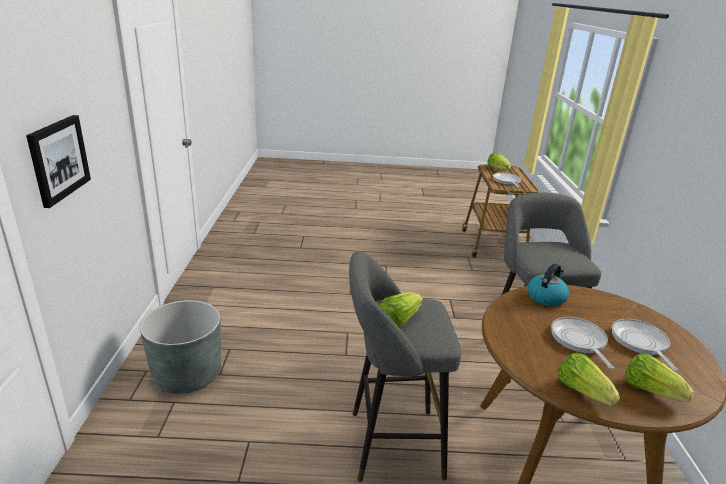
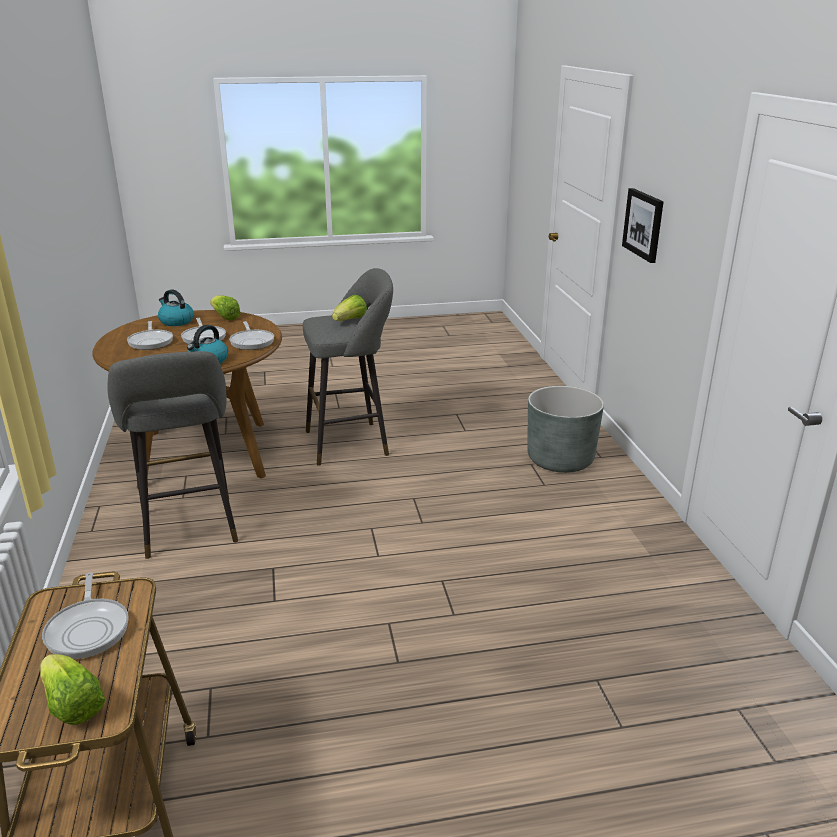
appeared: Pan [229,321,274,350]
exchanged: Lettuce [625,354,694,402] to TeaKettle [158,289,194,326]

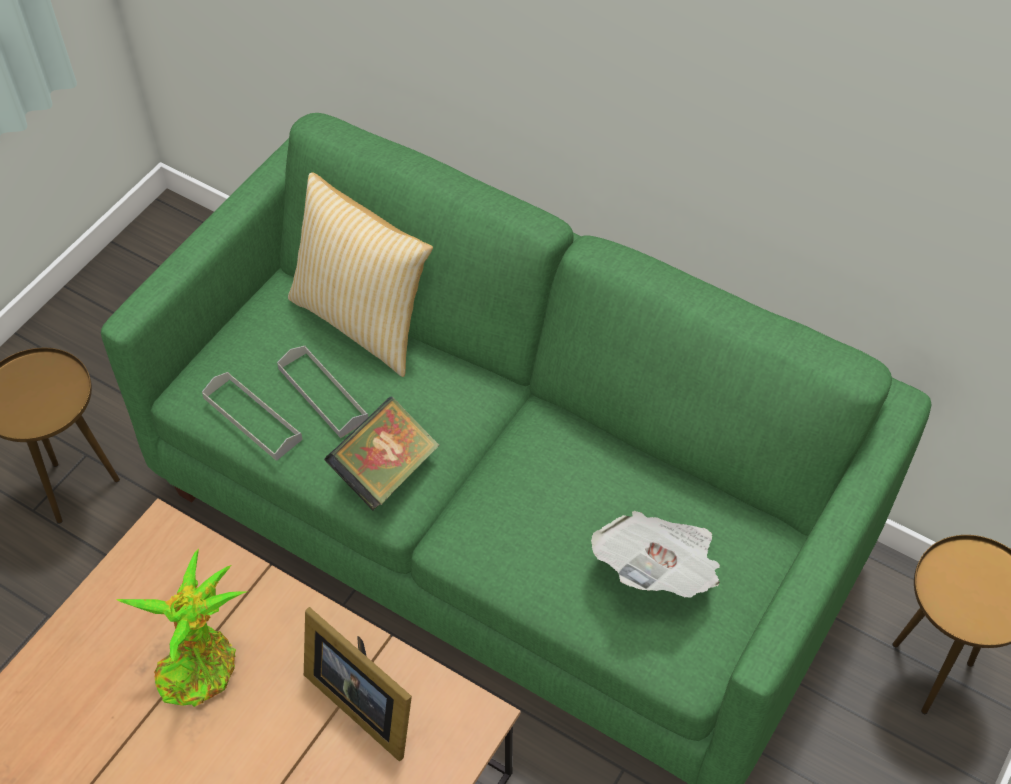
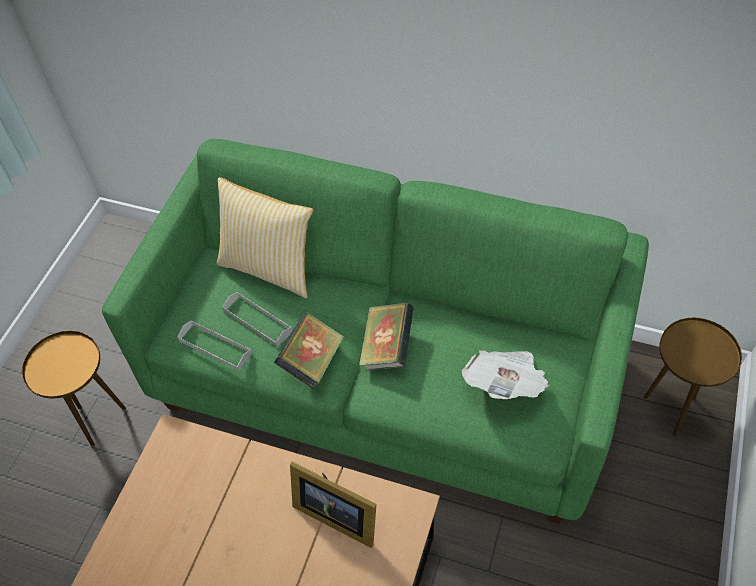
missing: PottedPlant [116,549,246,707]
appeared: BoundBook [359,302,414,371]

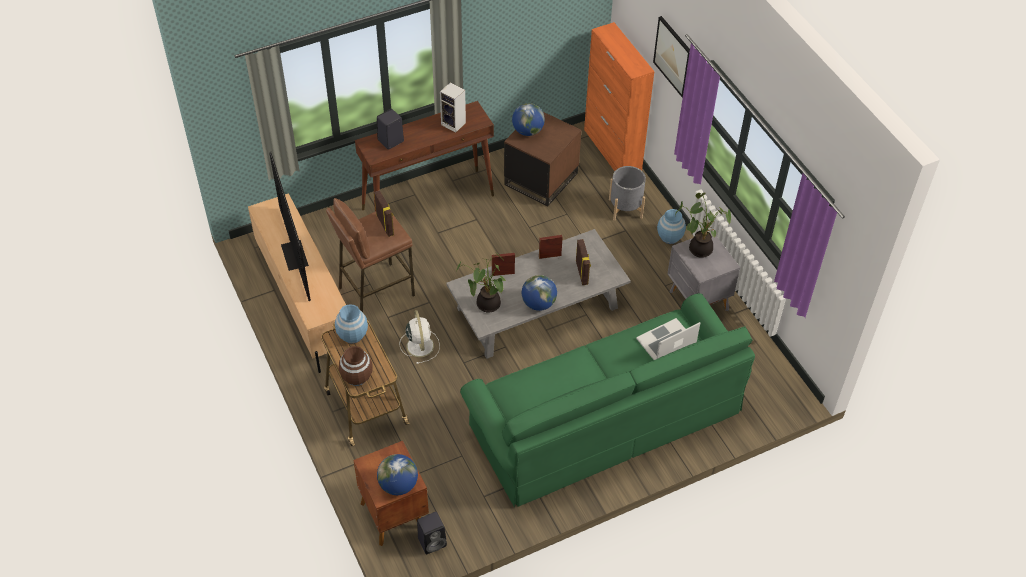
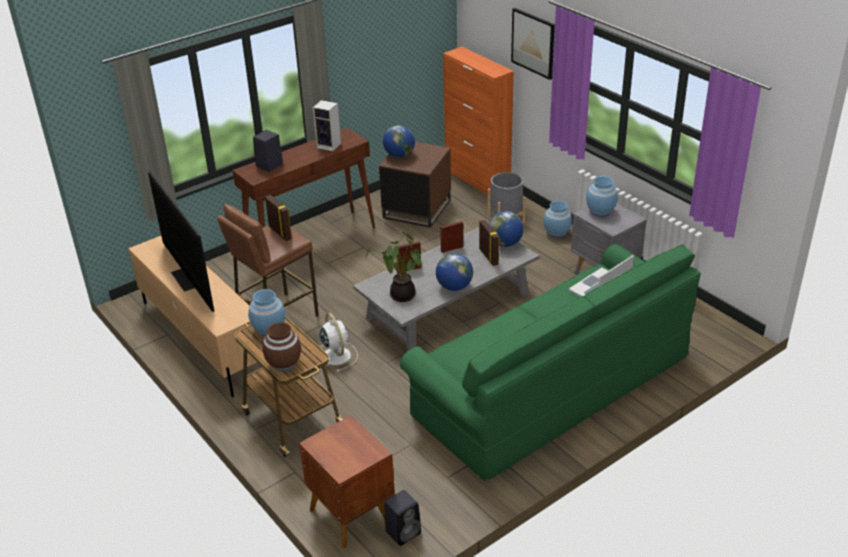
relocated: WorldGlobe [377,454,418,495] to [489,211,524,247]
exchanged: PottedPlant [675,193,731,258] to BluishVase [586,176,618,217]

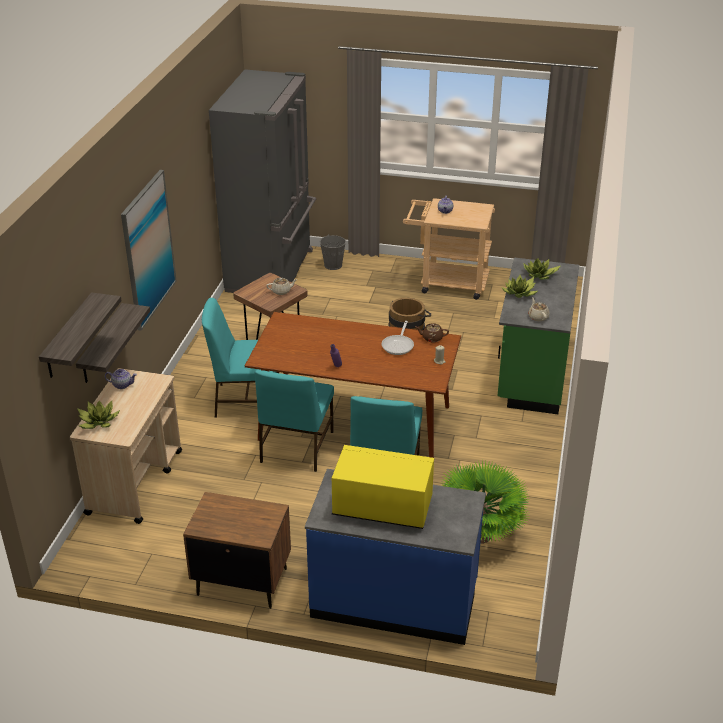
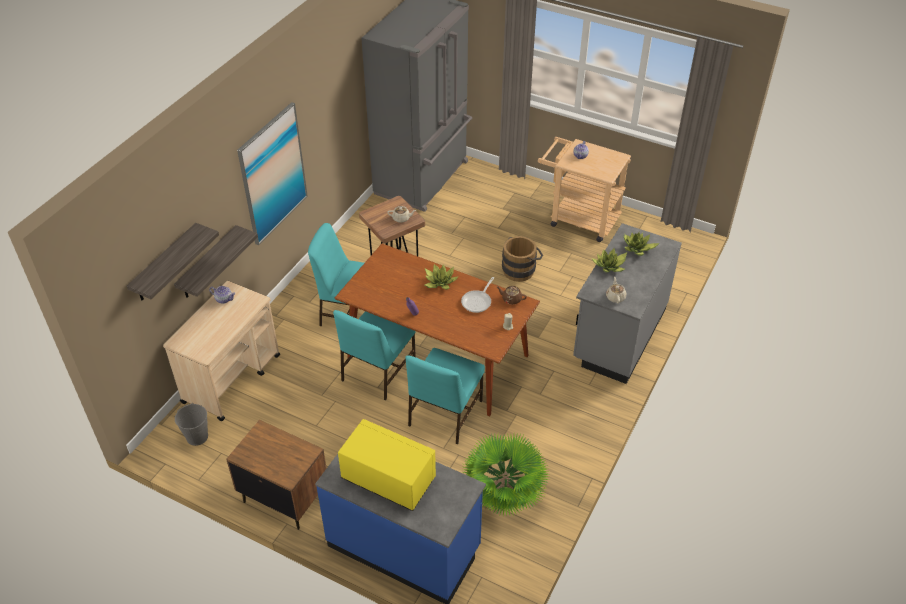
relocated: PottedPlant [77,400,120,429] to [425,264,459,290]; GreyishWaterBucket [320,234,346,270] to [174,403,208,446]
colour: GreenishKitchenCounter [497,258,579,414] to GreyishKitchenCounter [573,223,682,384]

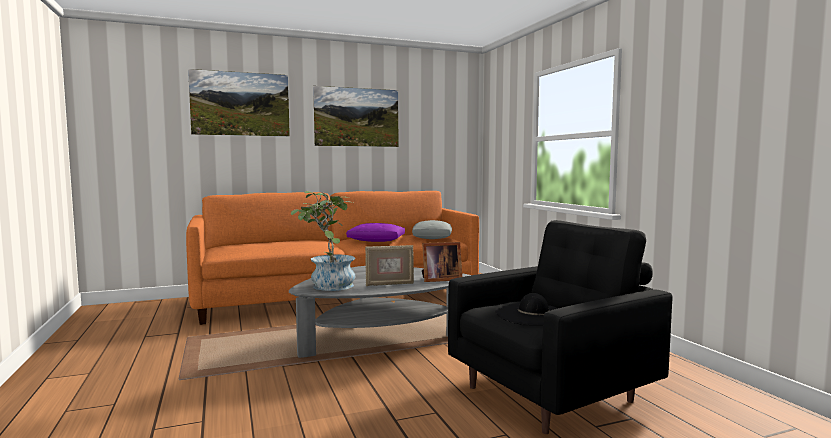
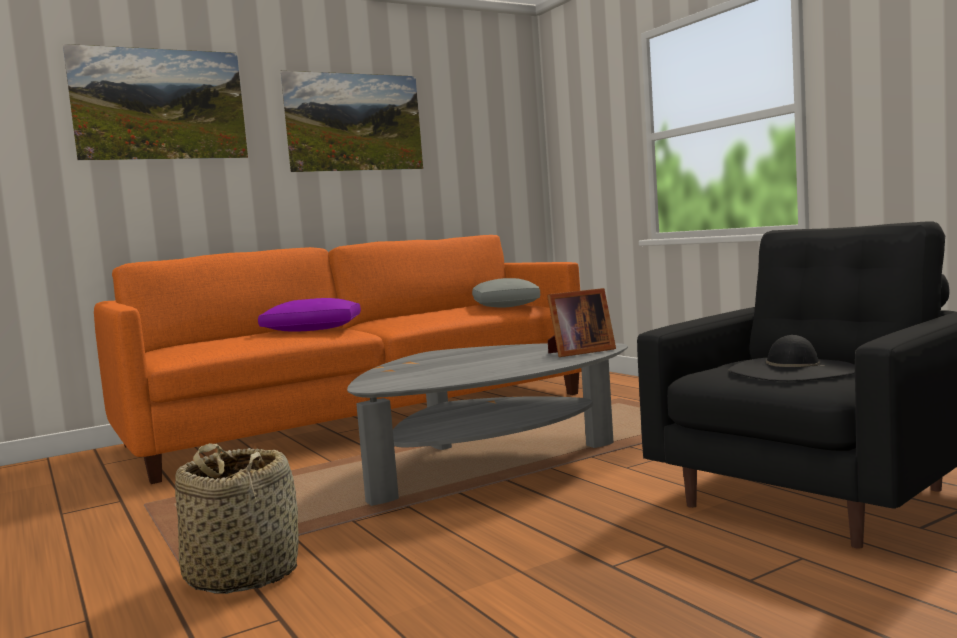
missing: PottedPlant [291,191,355,291]; PhotoFrame [365,245,414,286]
appeared: HouseholdBasket [175,443,299,594]
relocated: PurplishThrowPillow [346,223,405,242] to [258,298,361,332]

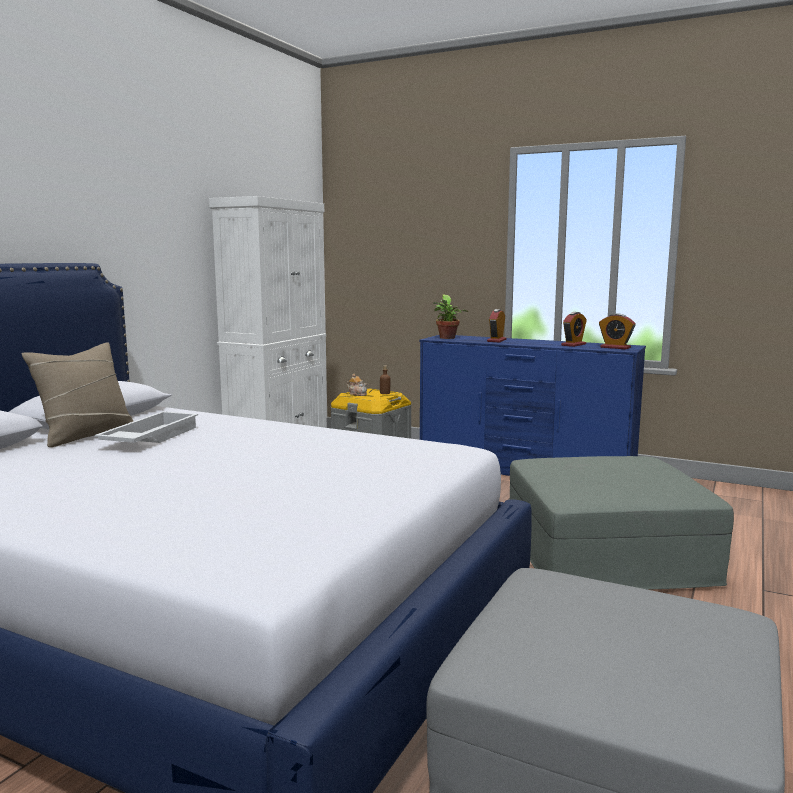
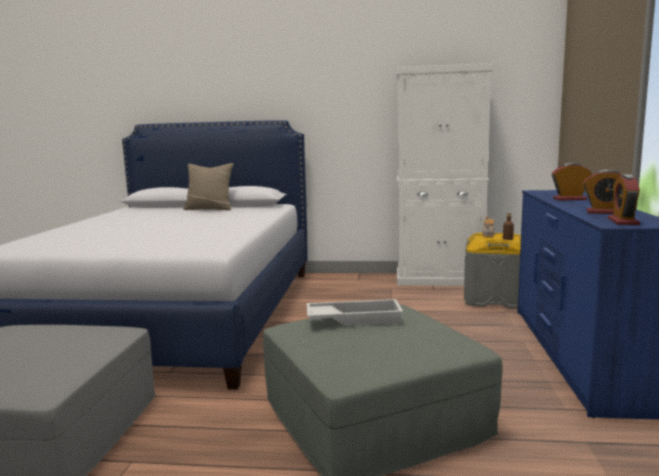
missing: PottedPlant [433,295,468,339]
relocated: WhiteTray [94,411,198,443] to [307,299,403,326]

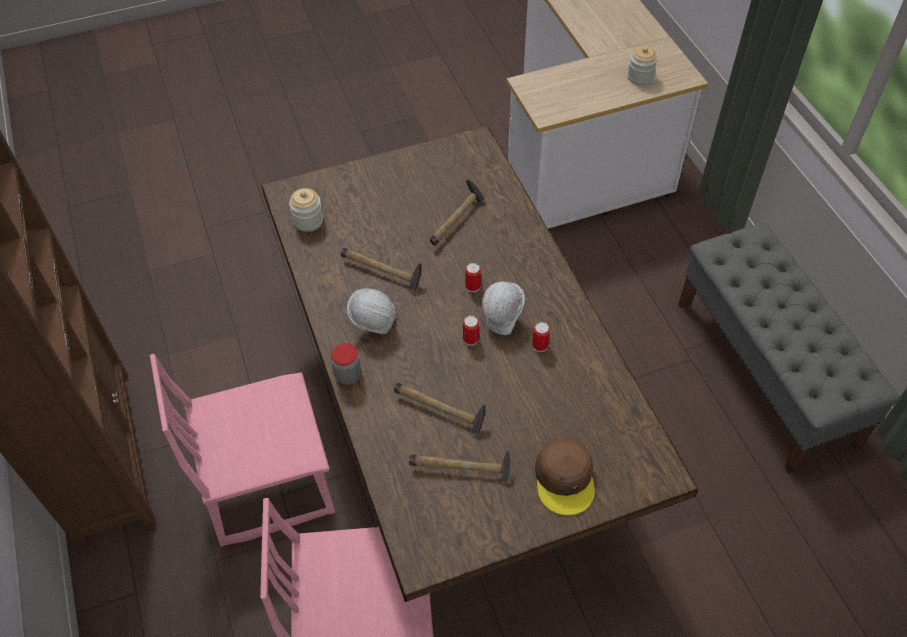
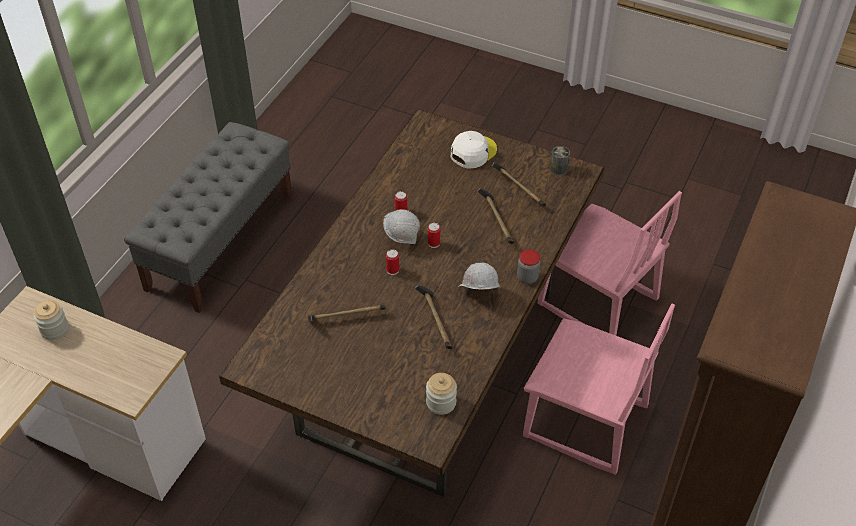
appeared: Can [550,146,570,175]
colour: BrownishCap [535,439,595,516] to WhiteCap [451,131,497,169]

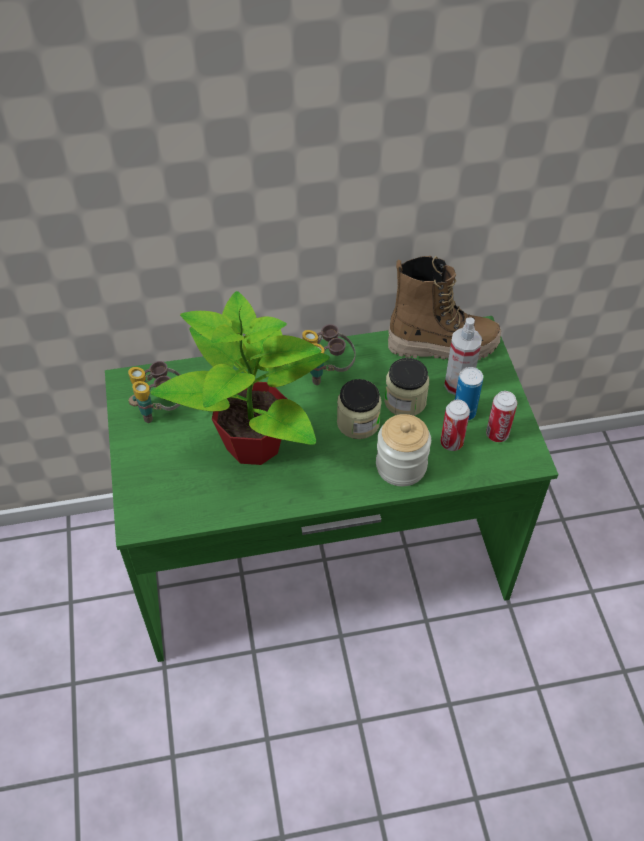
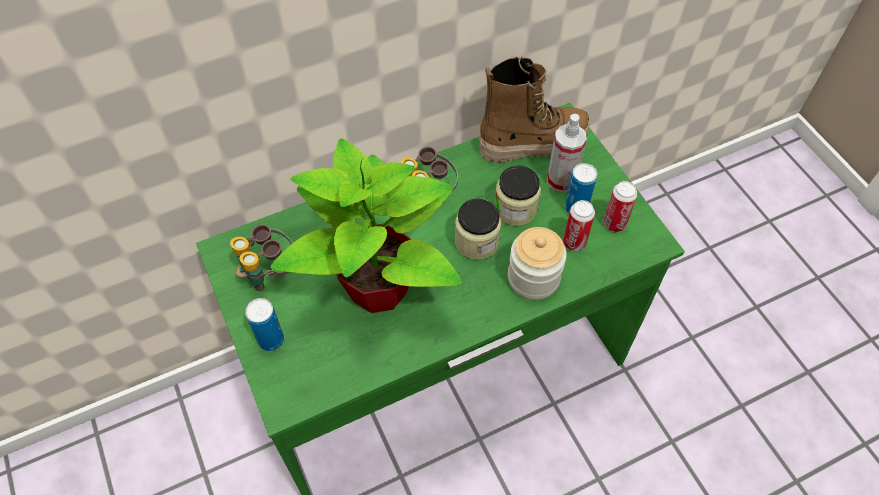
appeared: Can [245,298,284,351]

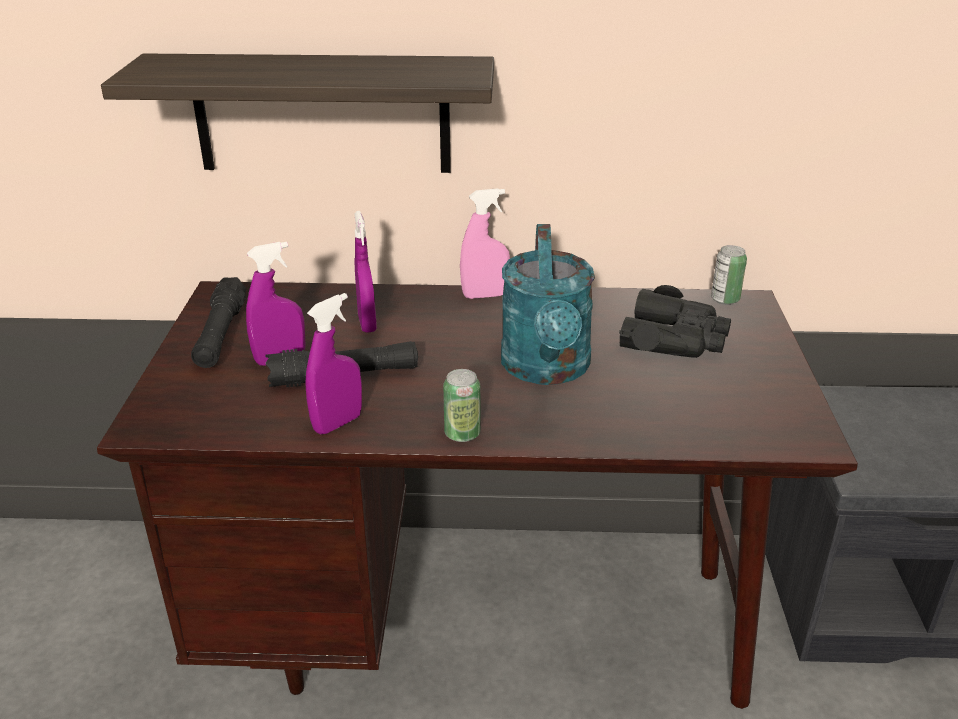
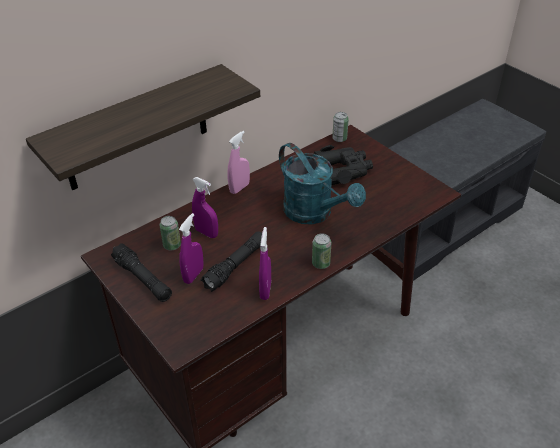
appeared: Can [160,216,181,250]

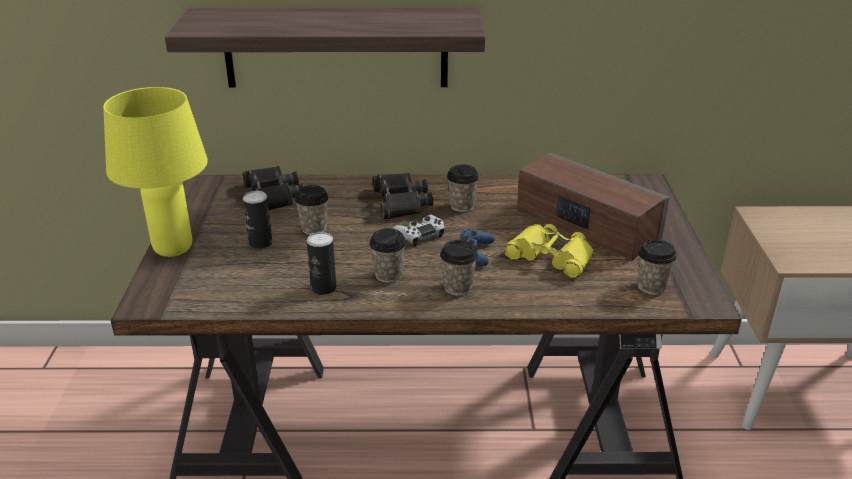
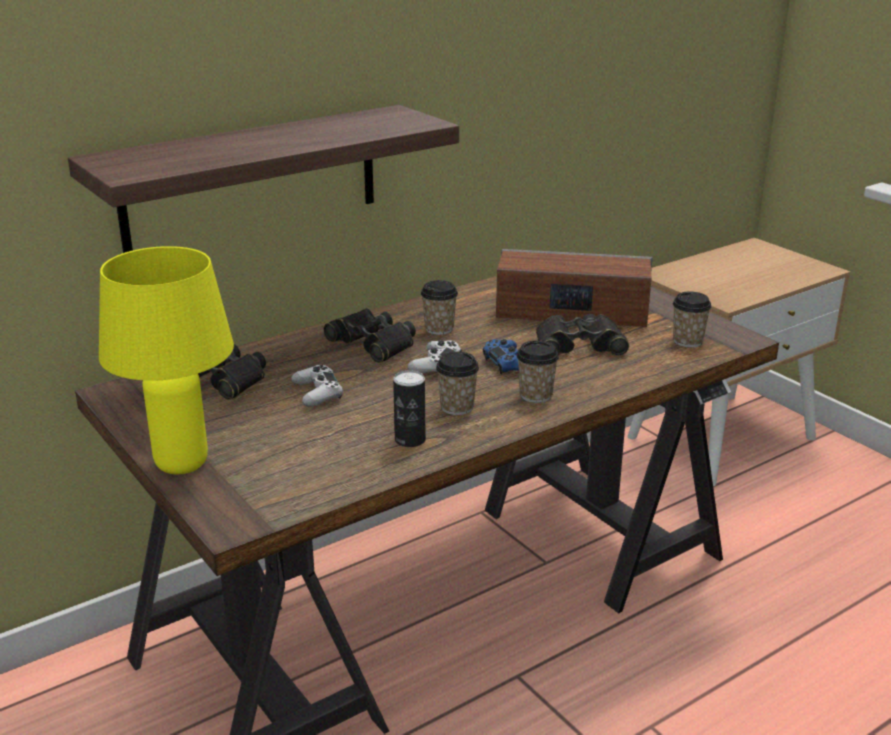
missing: Can [243,191,272,249]
exchanged: SmallCup [295,185,329,235] to WhiteGamepad [291,365,343,407]
colour: YellowFieldGlasses [504,224,594,278] to BlackFieldGlasses [536,314,629,356]

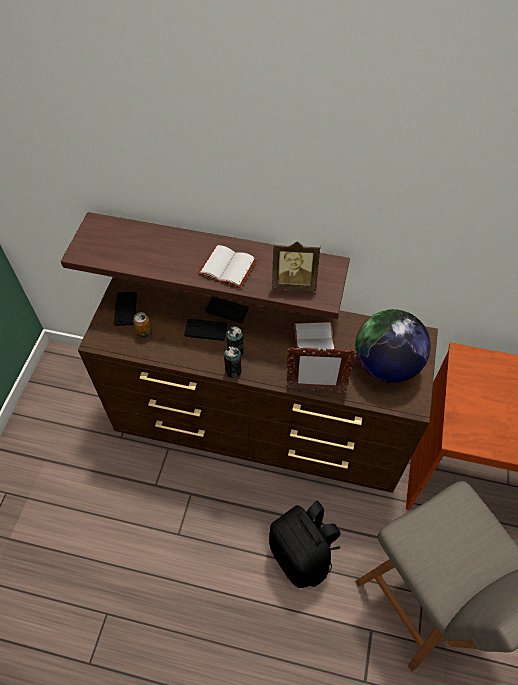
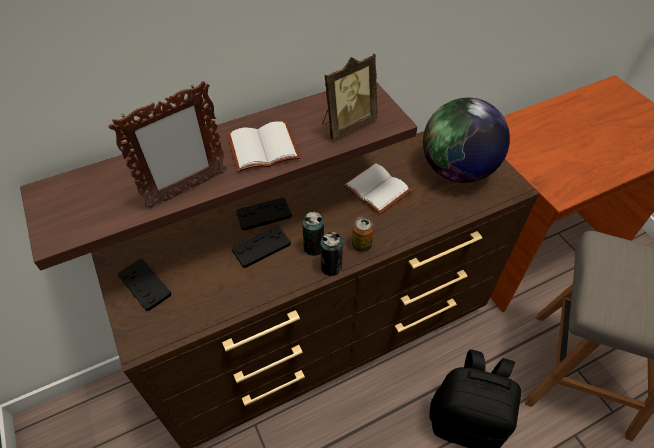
relocated: Can [133,312,152,338] to [352,217,374,252]; PhotoFrame [286,346,356,392] to [108,81,227,209]

